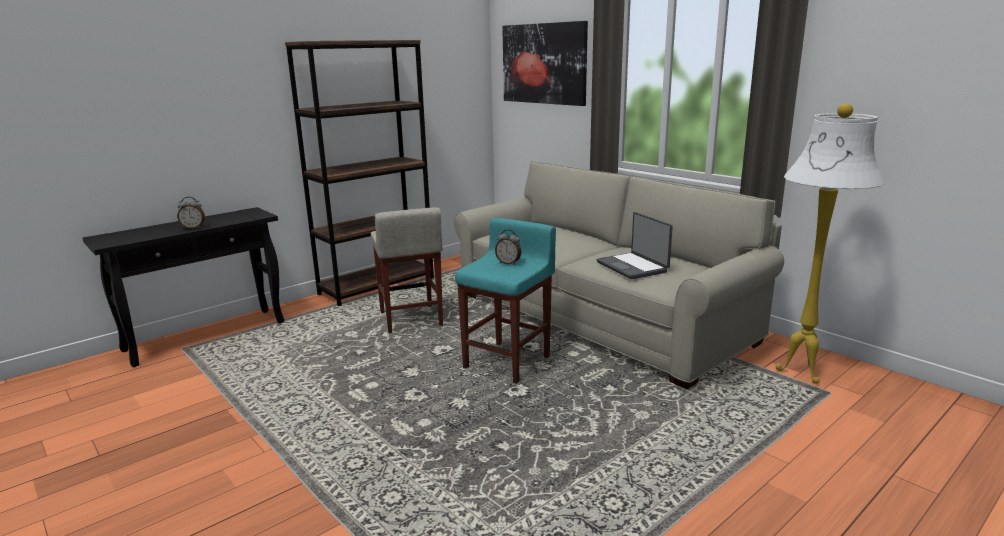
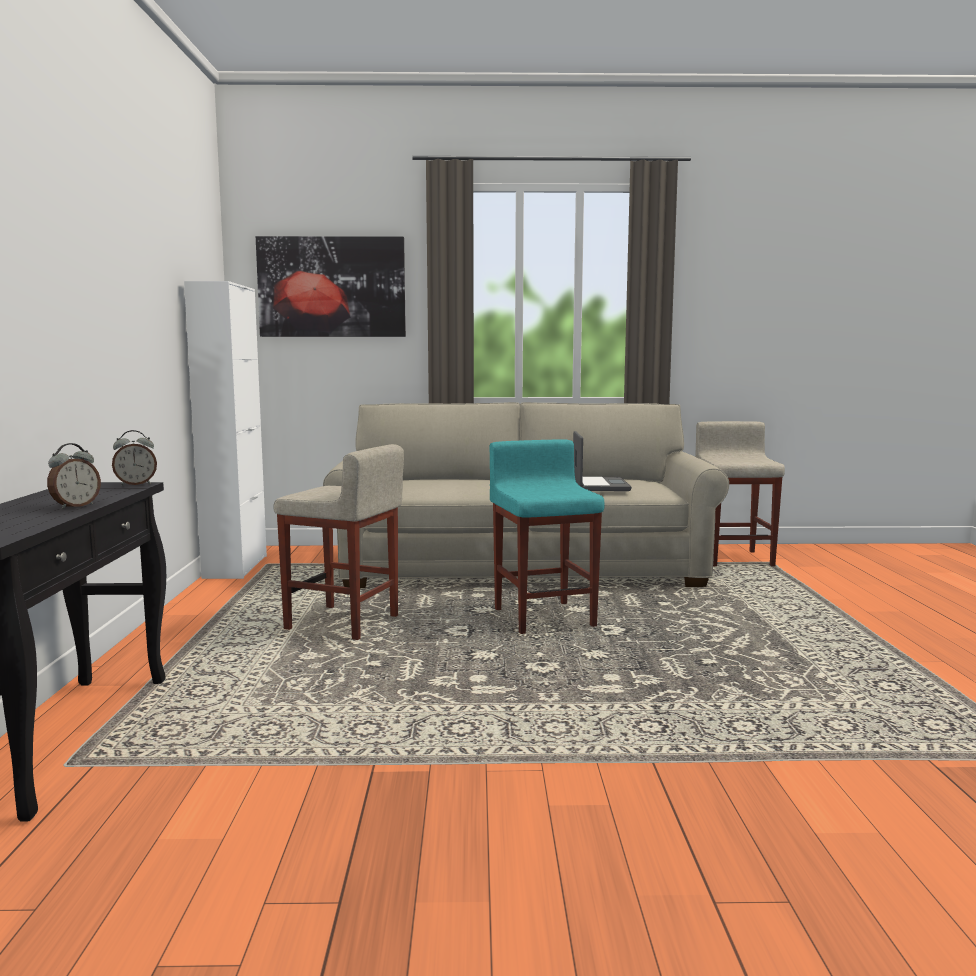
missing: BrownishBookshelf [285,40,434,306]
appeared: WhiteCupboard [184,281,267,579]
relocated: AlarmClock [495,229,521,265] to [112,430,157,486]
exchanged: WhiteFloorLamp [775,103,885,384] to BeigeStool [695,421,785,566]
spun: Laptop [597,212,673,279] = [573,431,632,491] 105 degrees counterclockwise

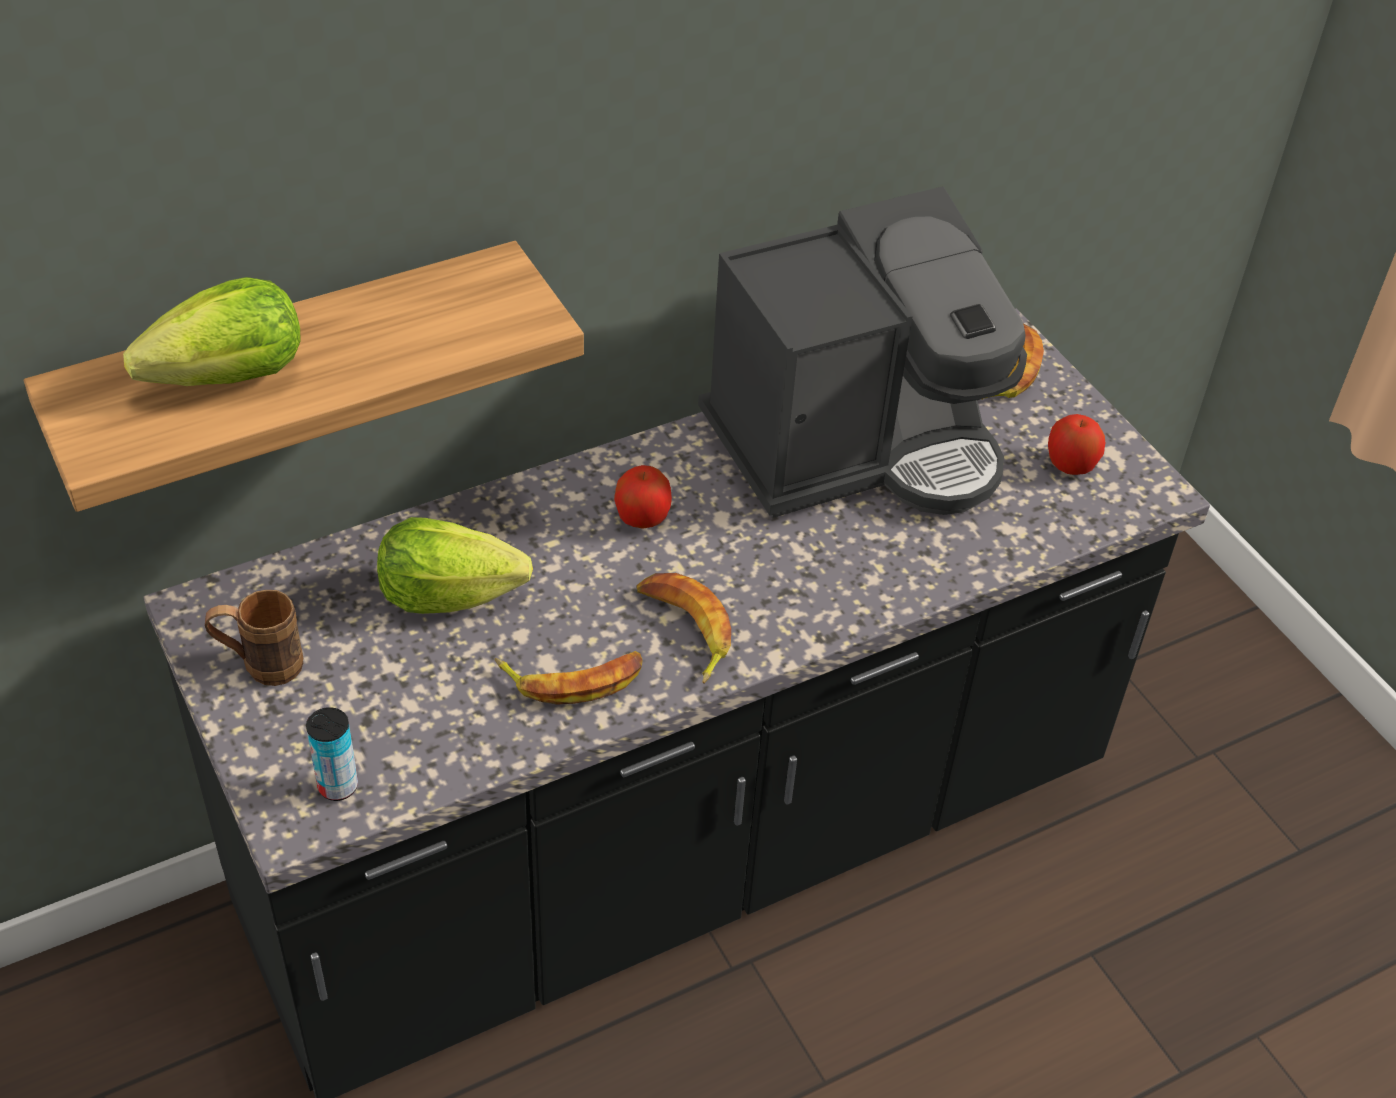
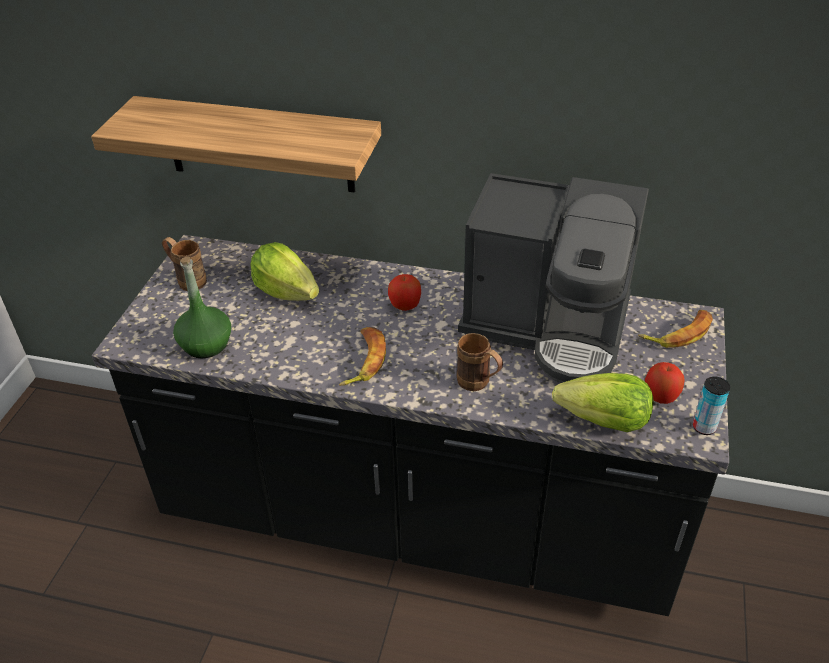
missing: BananaFruit [494,651,643,705]
appeared: GreenishBeverageBottle [173,256,231,358]; BrownishCoffeeMug [457,333,503,391]
relocated: Lettuce [123,277,300,386] to [552,373,653,432]; Can [306,707,358,801] to [693,376,730,435]

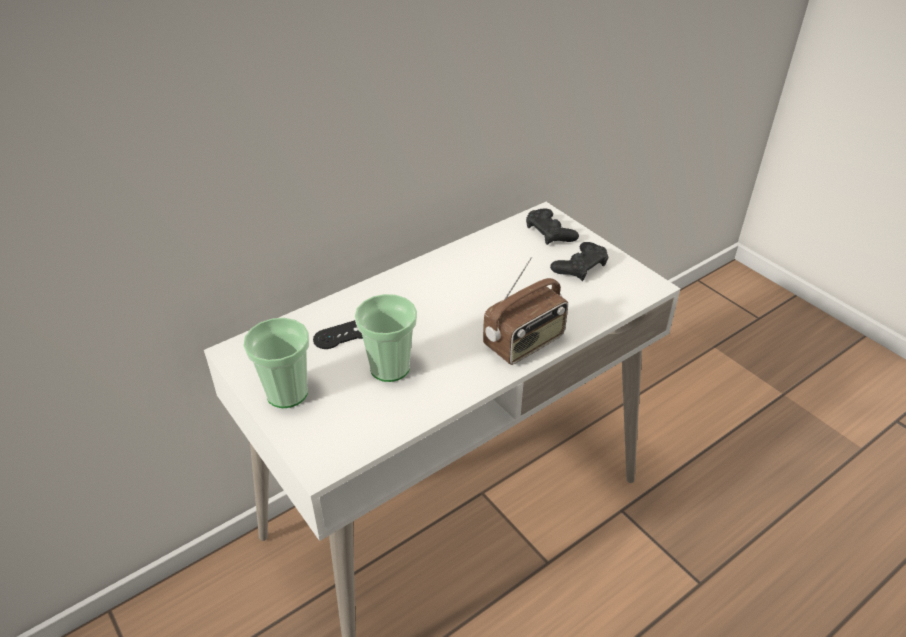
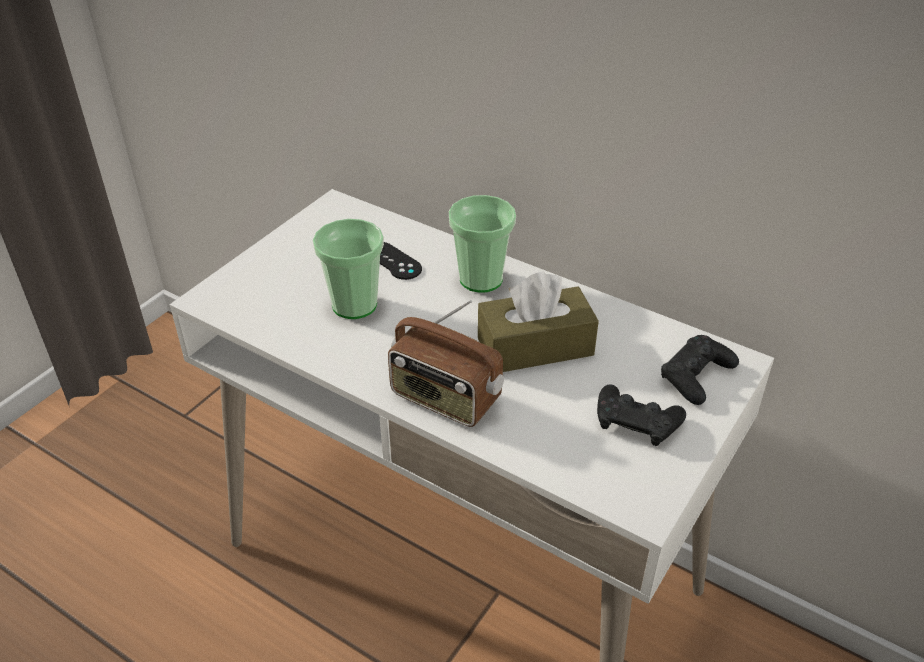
appeared: BrownishBoxOfTissues [478,271,599,372]
relocated: SmallCup [243,318,309,408] to [449,195,516,293]

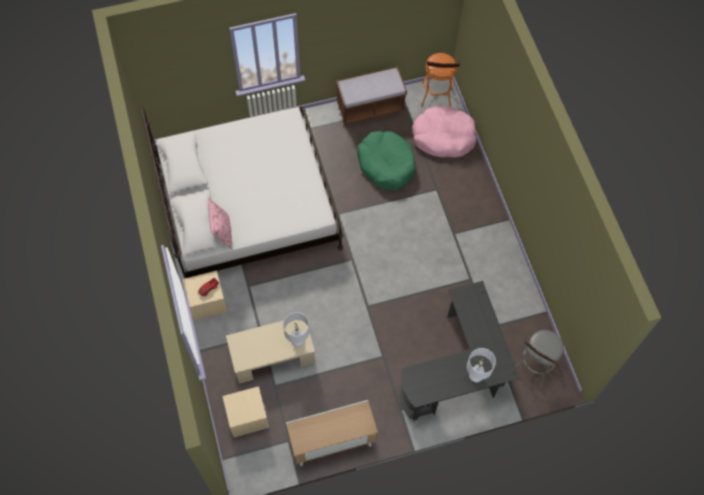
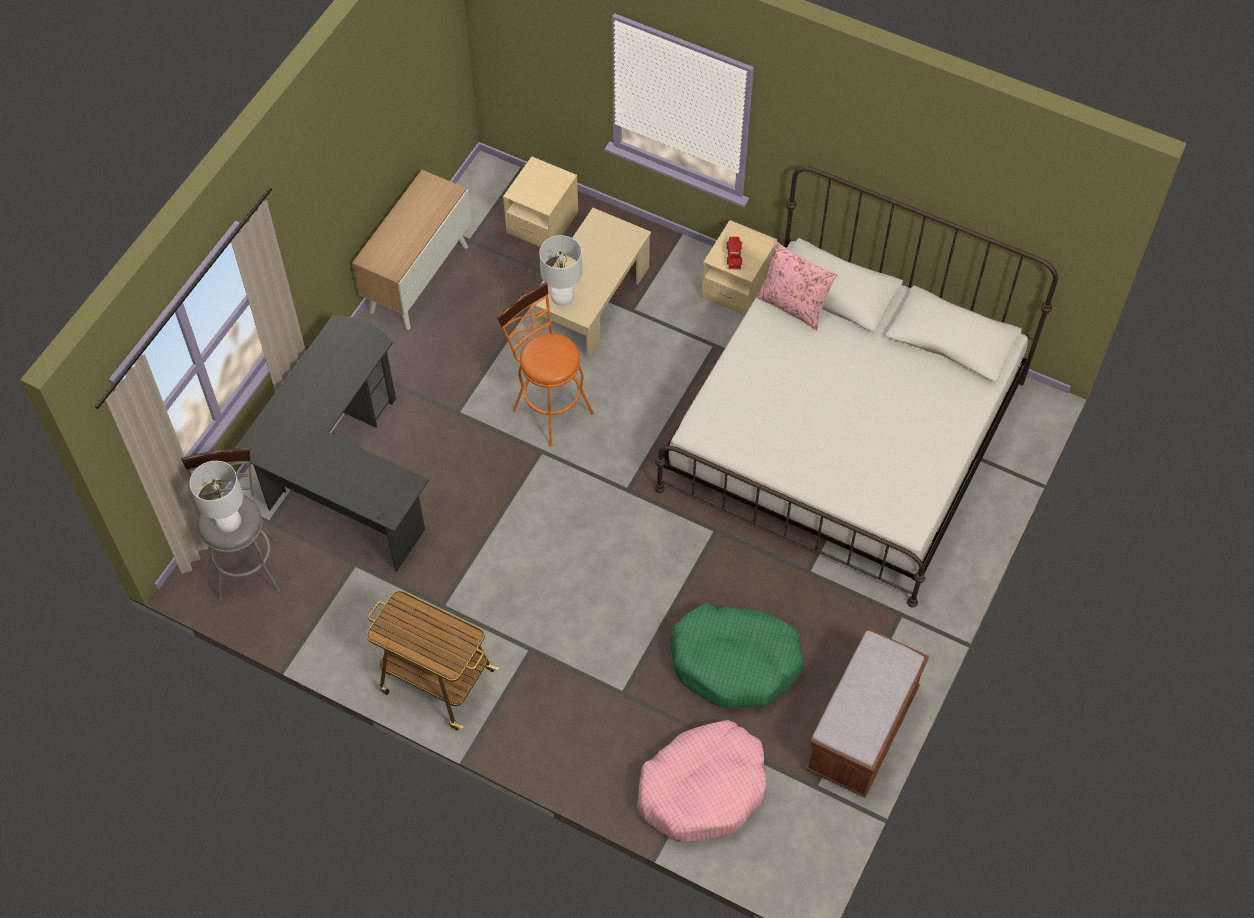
appeared: Cart [367,590,500,730]
relocated: OrangeColouredStool [421,53,460,107] to [497,282,594,447]; WhiteTableLamp [467,348,496,382] to [190,461,243,532]

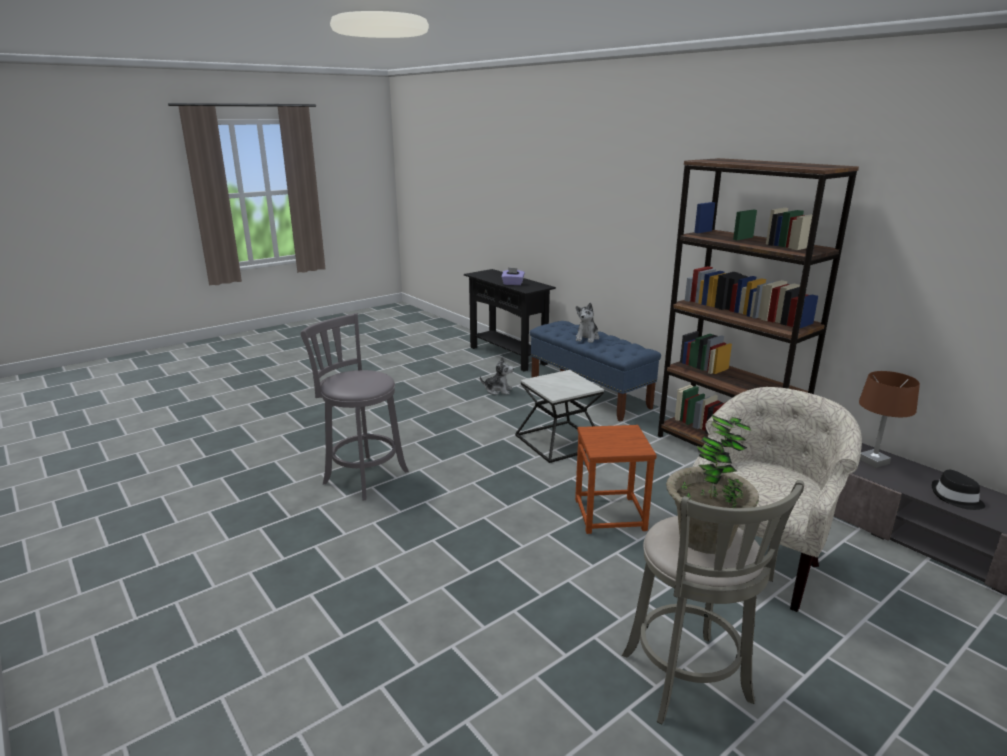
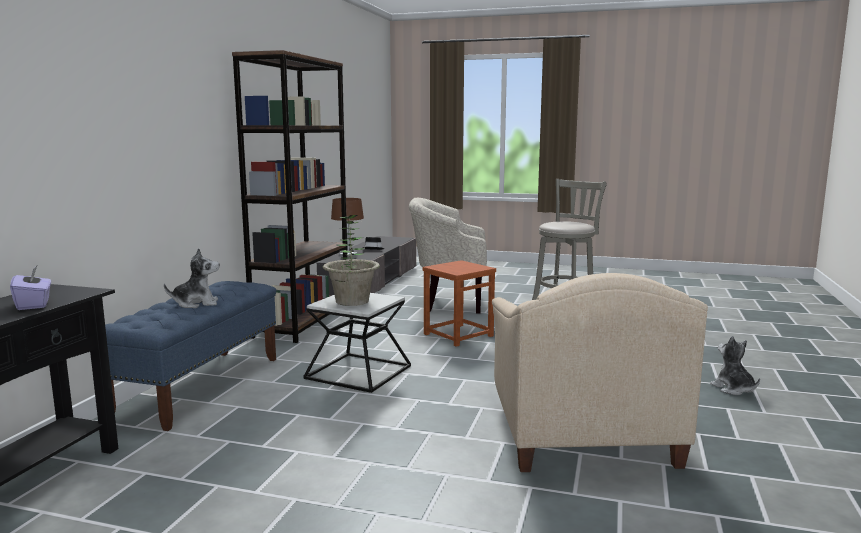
relocated: SoftToy [480,357,514,395] to [710,336,760,395]; PottedPlant [666,414,759,554] to [323,215,380,306]
exchanged: GreyishStool [301,313,409,500] to BeigeLoungeChair [492,273,708,472]

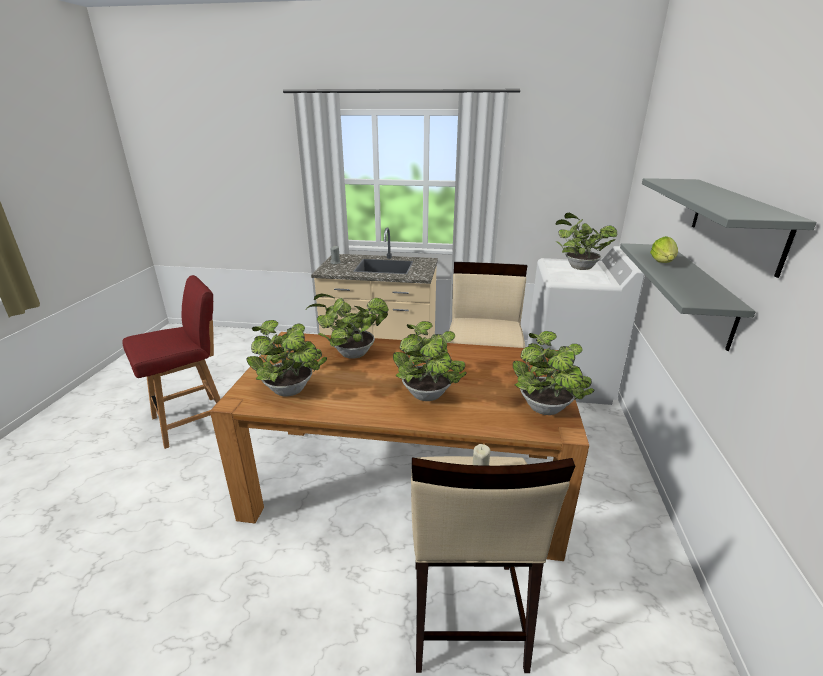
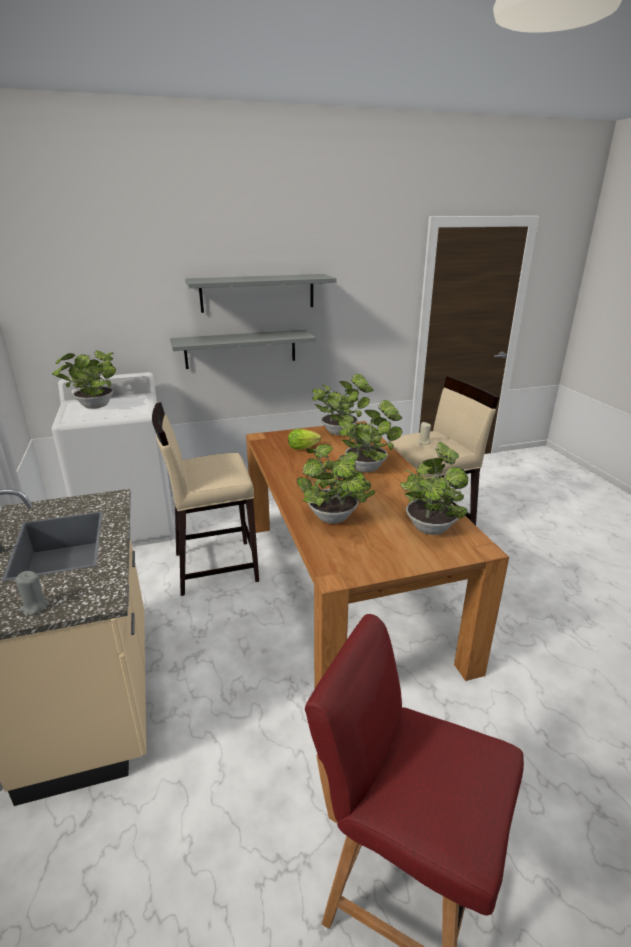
relocated: Lettuce [650,236,678,263] to [288,429,321,449]

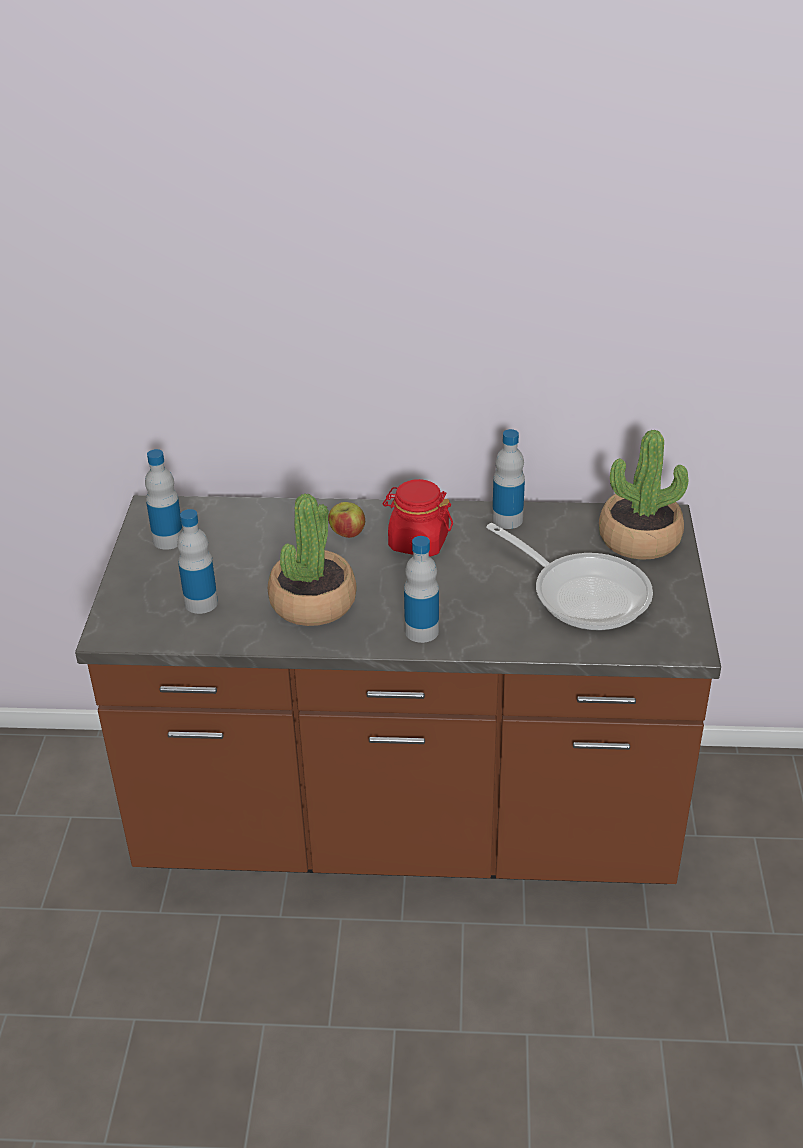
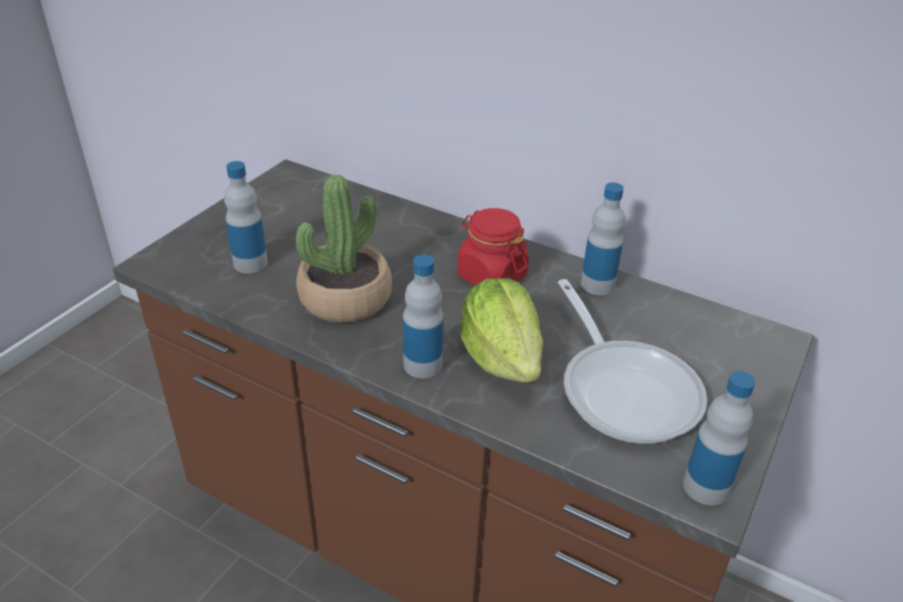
missing: WholeApple [328,502,365,538]; PottedPlant [599,430,688,560]
appeared: Lettuce [459,278,543,383]
relocated: BeverageBottle [145,449,183,550] to [683,371,755,505]

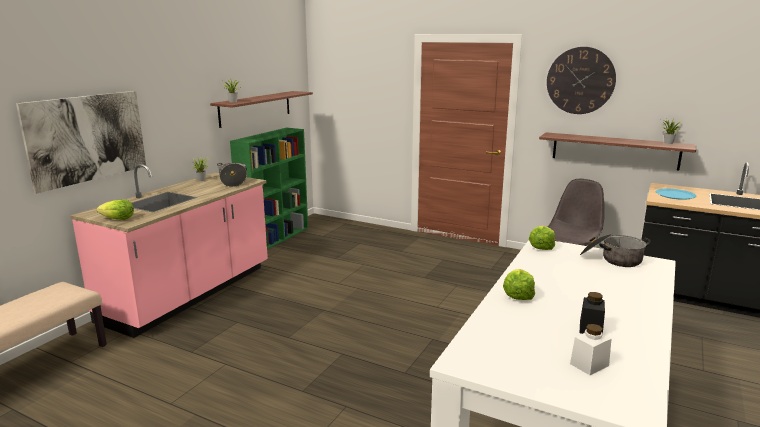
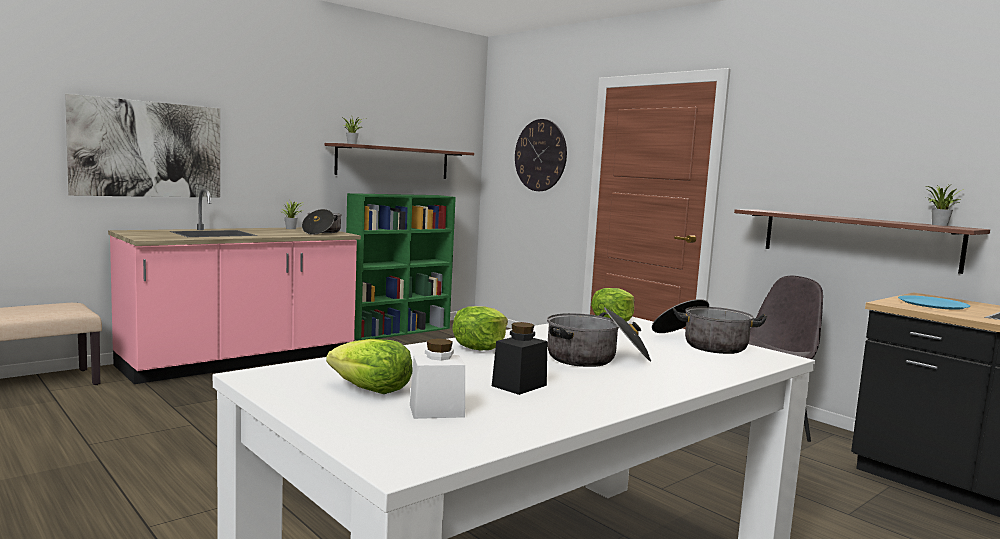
appeared: Stockpot [547,308,651,367]
relocated: Lettuce [97,200,134,220] to [326,339,412,394]; WallClock [547,47,616,114] to [515,119,567,191]

